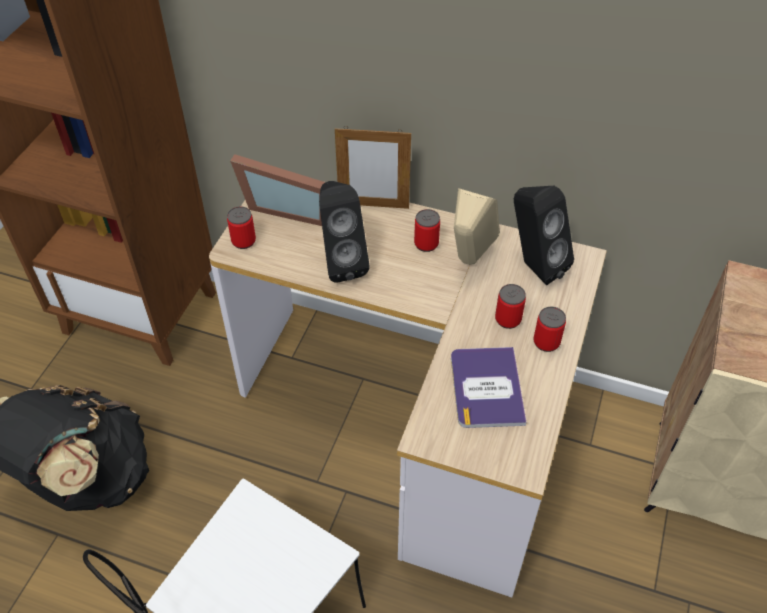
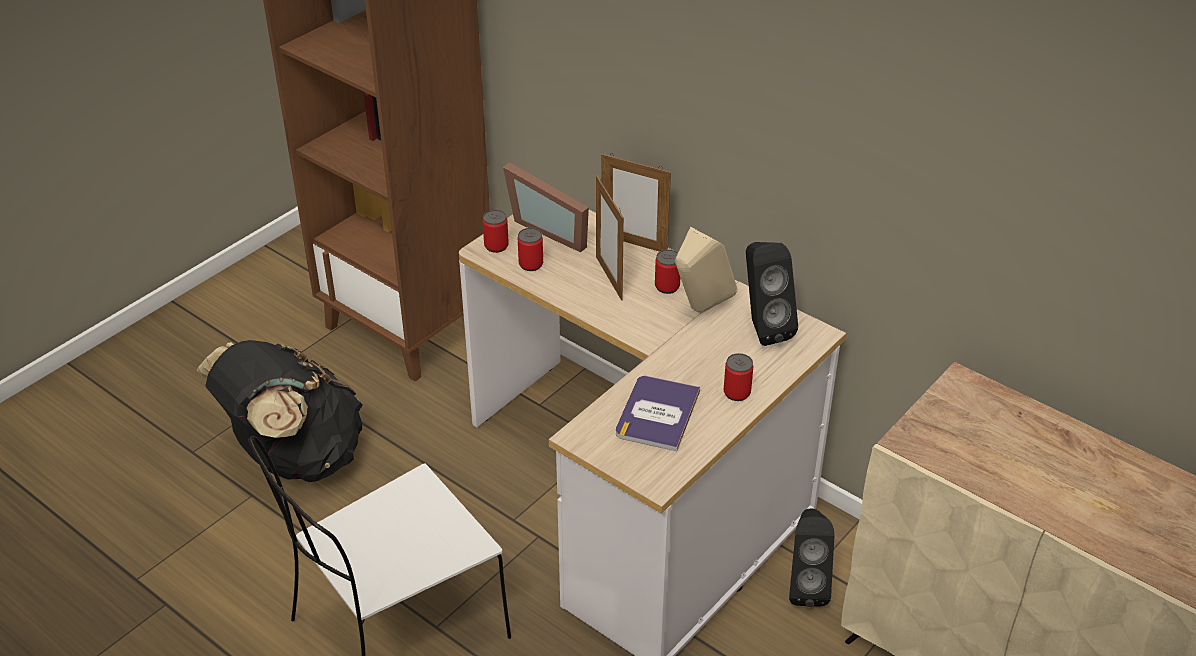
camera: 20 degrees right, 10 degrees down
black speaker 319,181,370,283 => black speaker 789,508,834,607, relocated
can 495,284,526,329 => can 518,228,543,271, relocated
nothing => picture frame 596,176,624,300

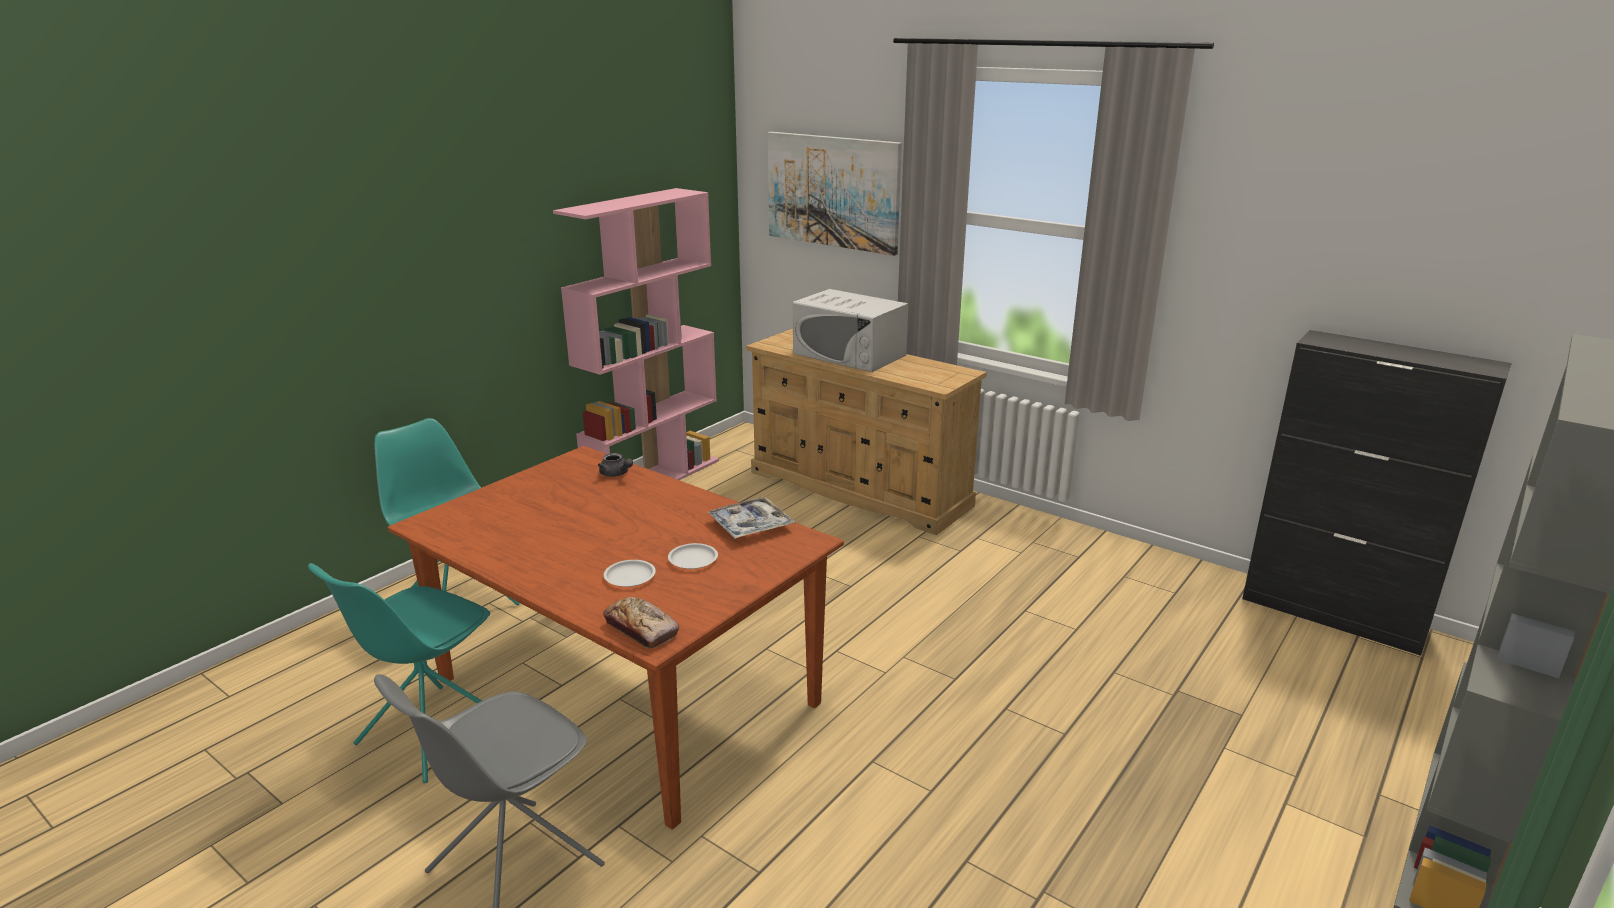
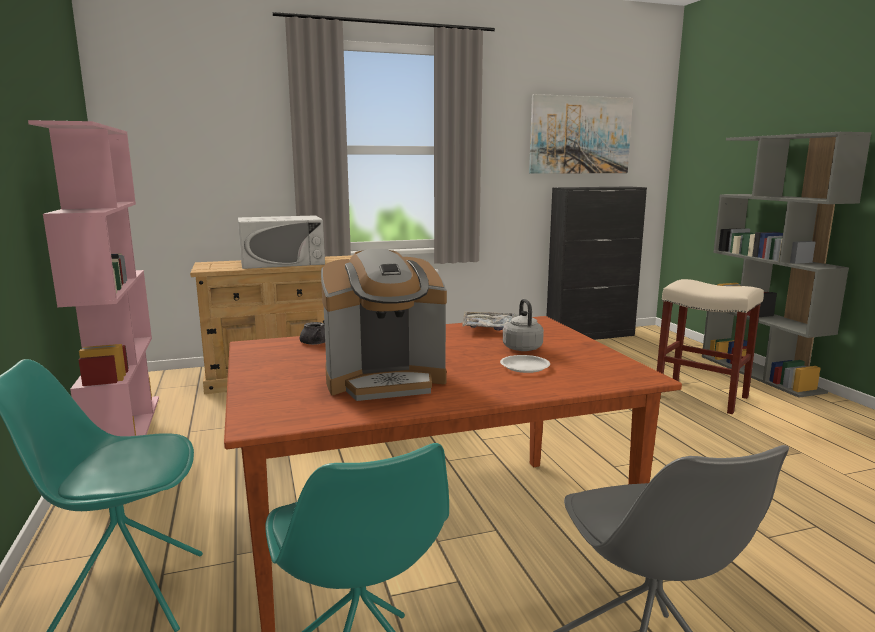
camera: 55 degrees left, 10 degrees down
picture 767,132,902,256 => picture 529,94,633,174, relocated
white plate 668,543,718,569 => grey kettle 503,299,544,351
bread 603,597,679,648 => nothing
nothing => coffee machine 321,248,447,401
nothing => beige stool 657,279,764,414

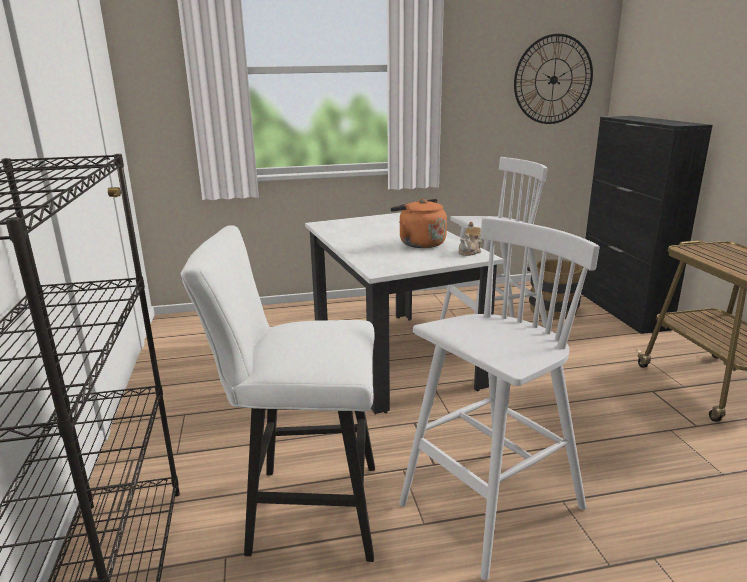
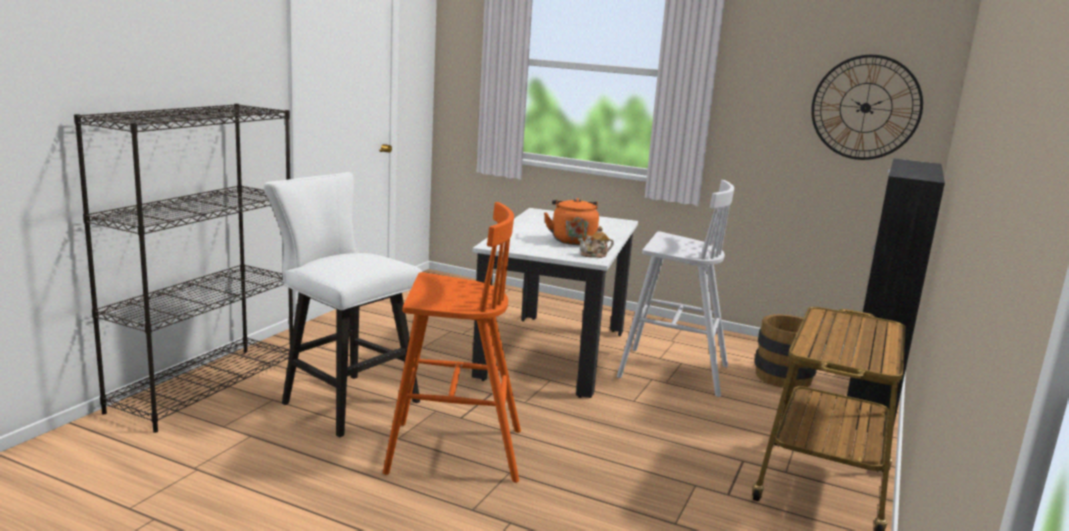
camera: 35 degrees right, 5 degrees down
white stool 399,217,600,580 => orange stool 383,202,521,483

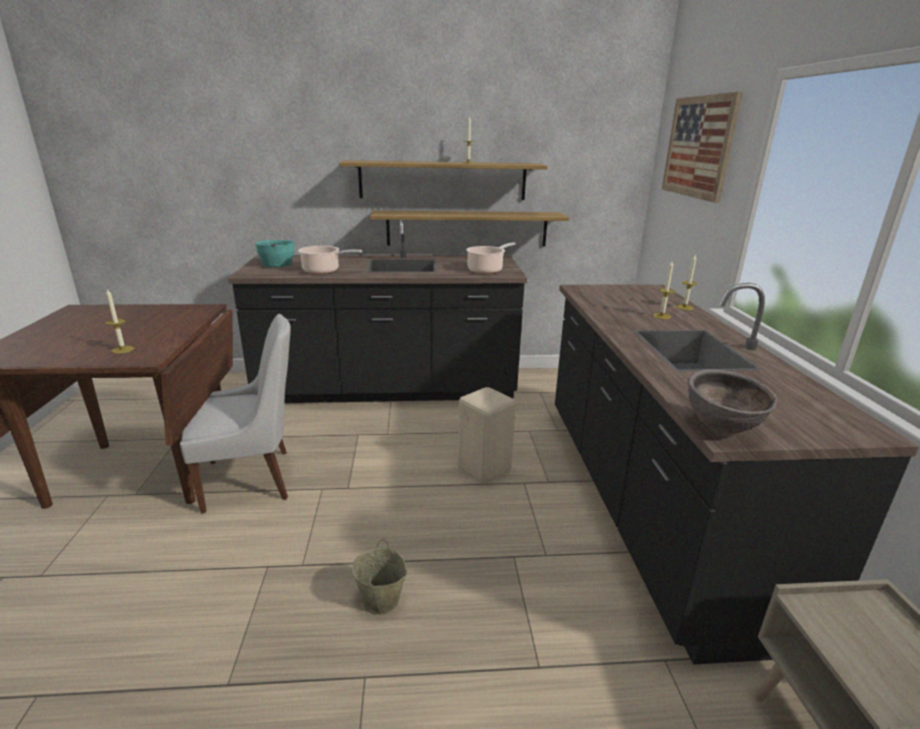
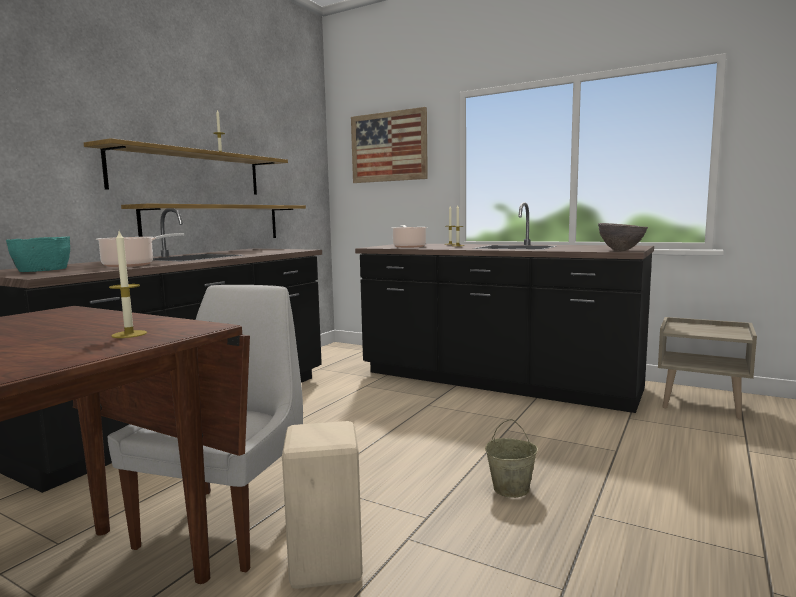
camera: 55 degrees left, 15 degrees down
cooking pot 466,242,515,274 => cooking pot 393,225,427,248, relocated
beige stool 458,387,516,484 => beige stool 282,421,363,589, relocated

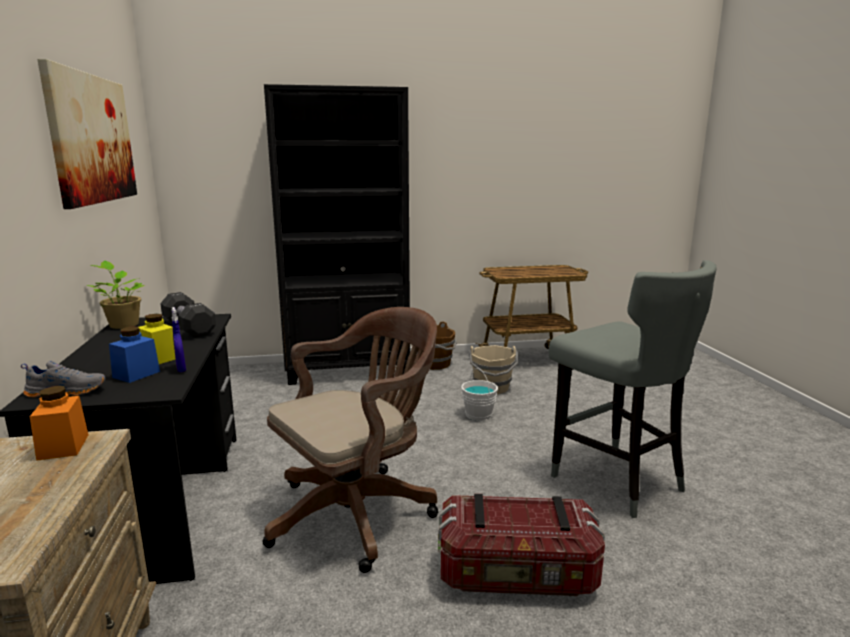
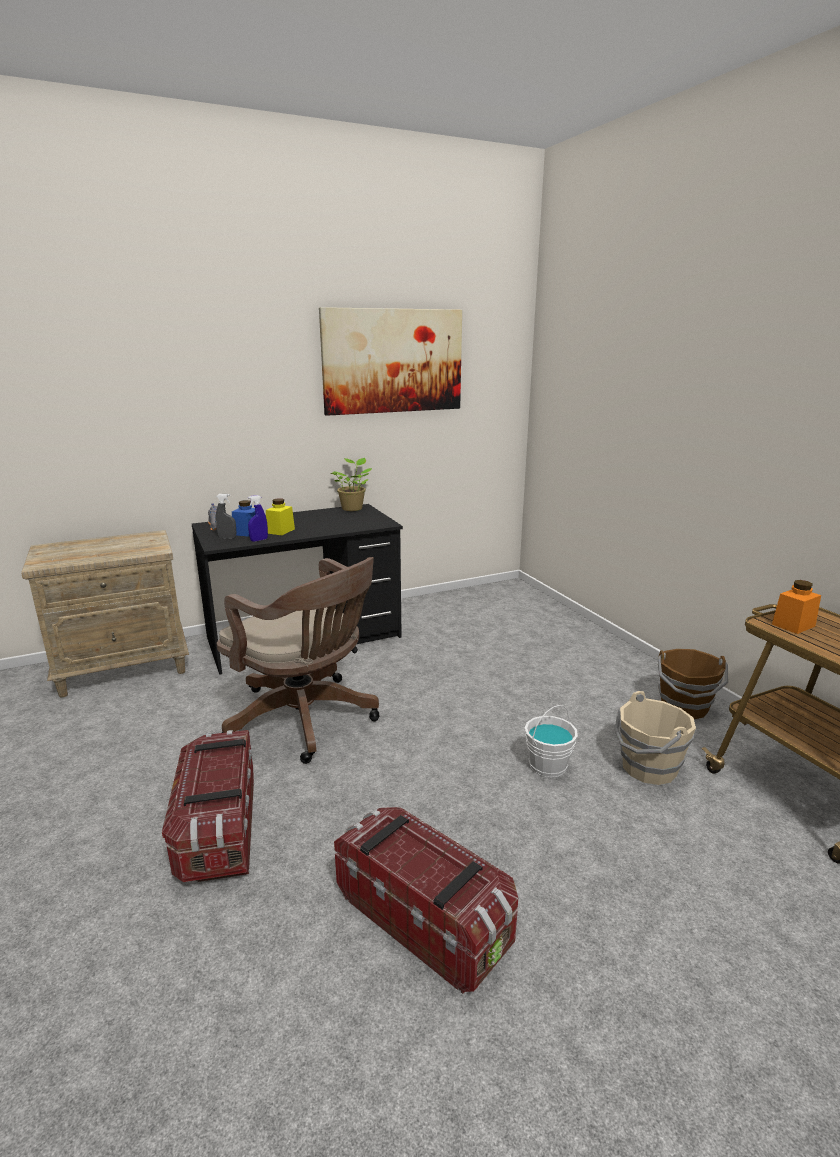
camera: 75 degrees right, 5 degrees up
black bookcase 264,84,410,385 => nothing
grey stool 549,260,717,518 => storage box 334,807,518,994
black dumbbell 160,292,216,338 => nothing
orange jar 30,386,89,461 => orange jar 772,580,821,634, relocated
nothing => grey spray bottle 215,494,236,539

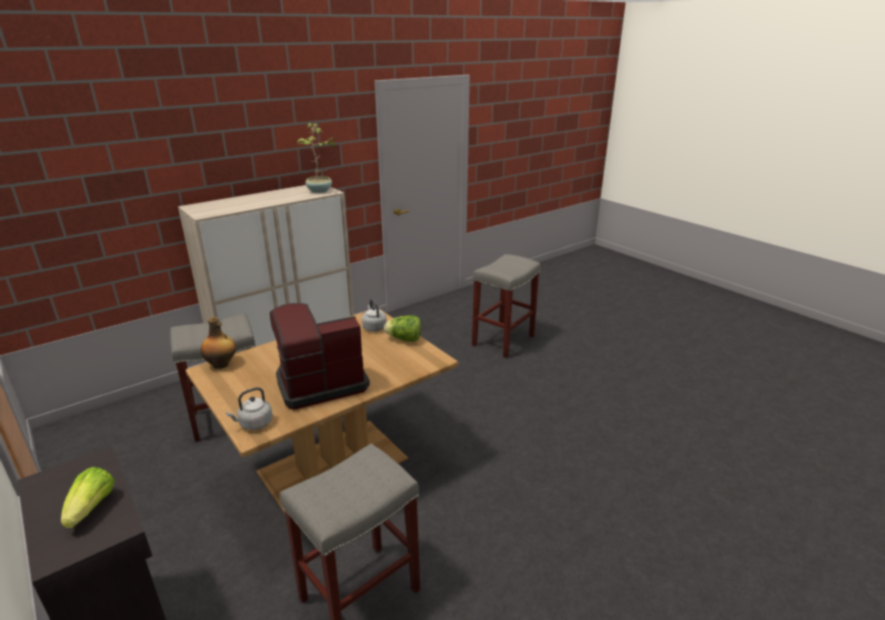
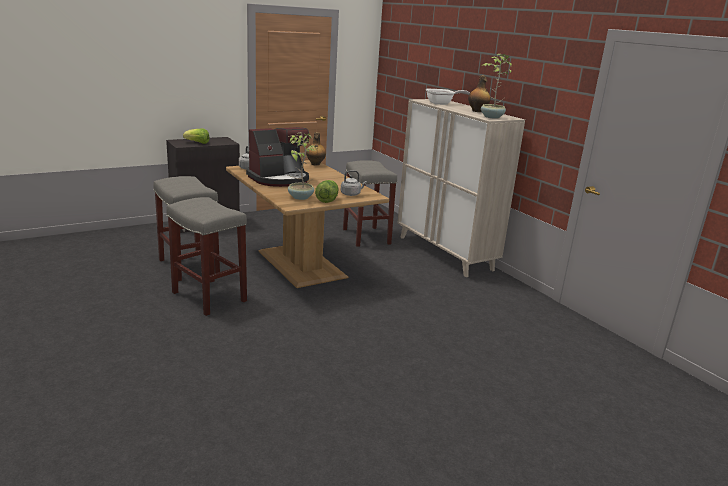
camera: 95 degrees right, 5 degrees down
grey stool 472,254,541,358 => grey stool 166,197,247,316, relocated
coffee machine 270,303,370,410 => coffee machine 246,127,309,187, 75 degrees clockwise
nothing => bottle 468,76,491,112
nothing => frying pan 426,89,470,105
nothing => potted plant 288,133,316,200

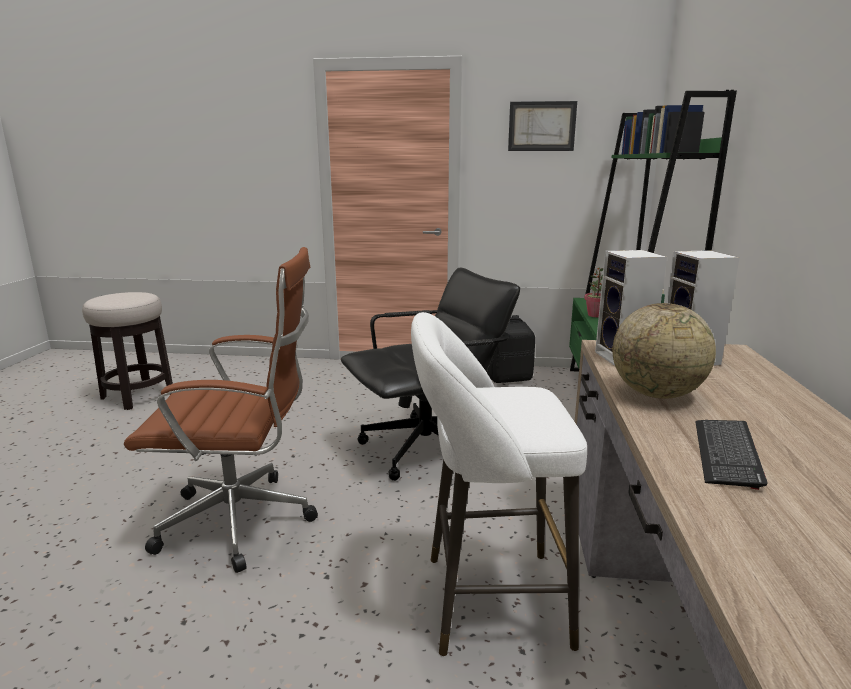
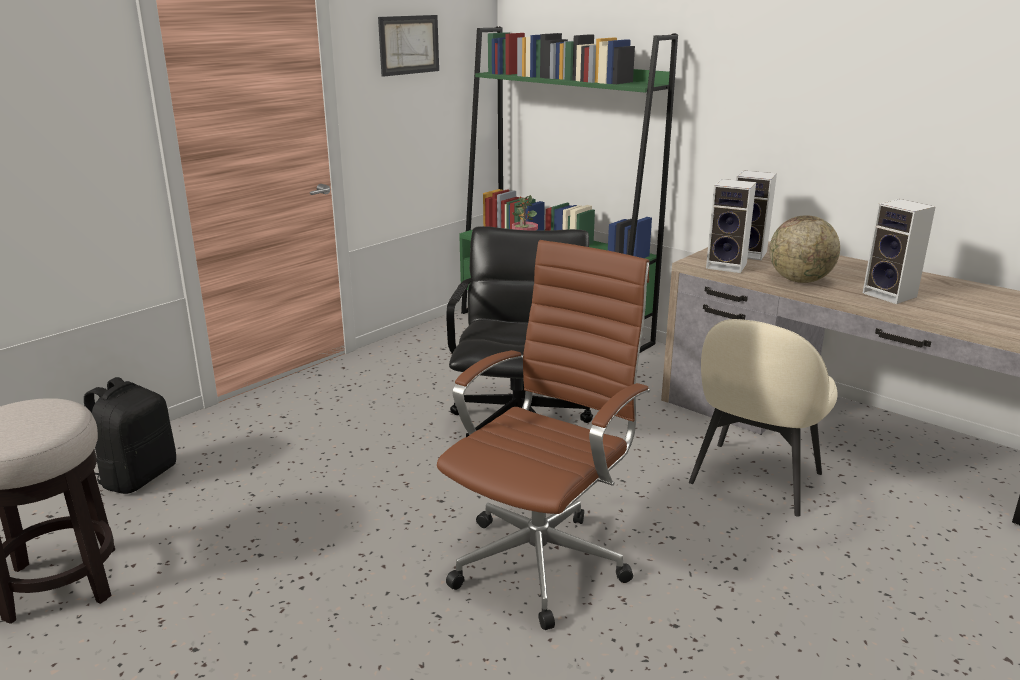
camera: 55 degrees left, 5 degrees up
white stool 411,312,587,656 => beige chair 689,319,838,517
black backpack 487,315,535,383 => black backpack 84,377,176,494, relocated
keyboard 696,420,768,490 => speaker 863,199,936,304

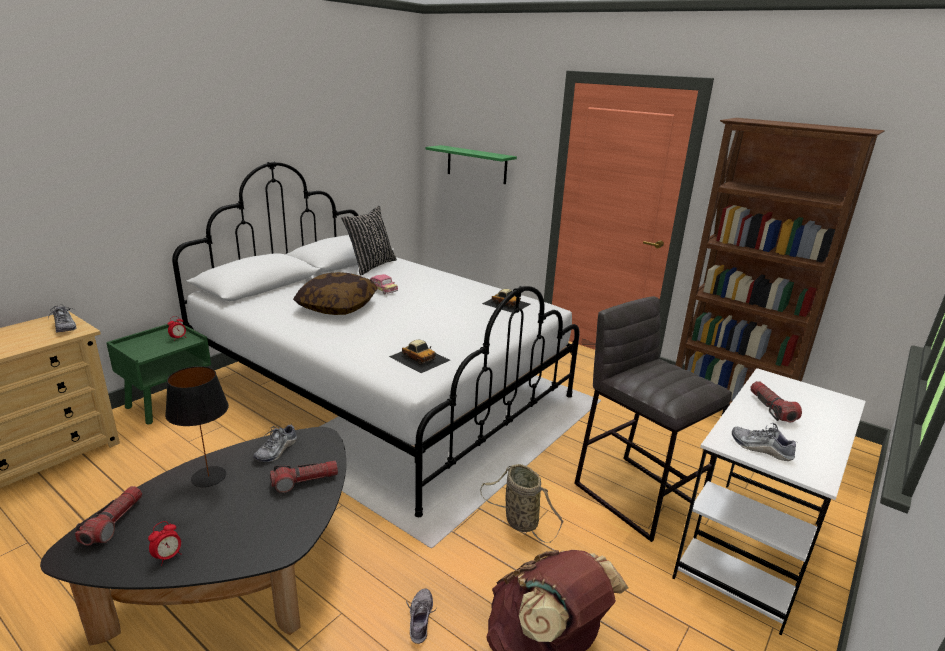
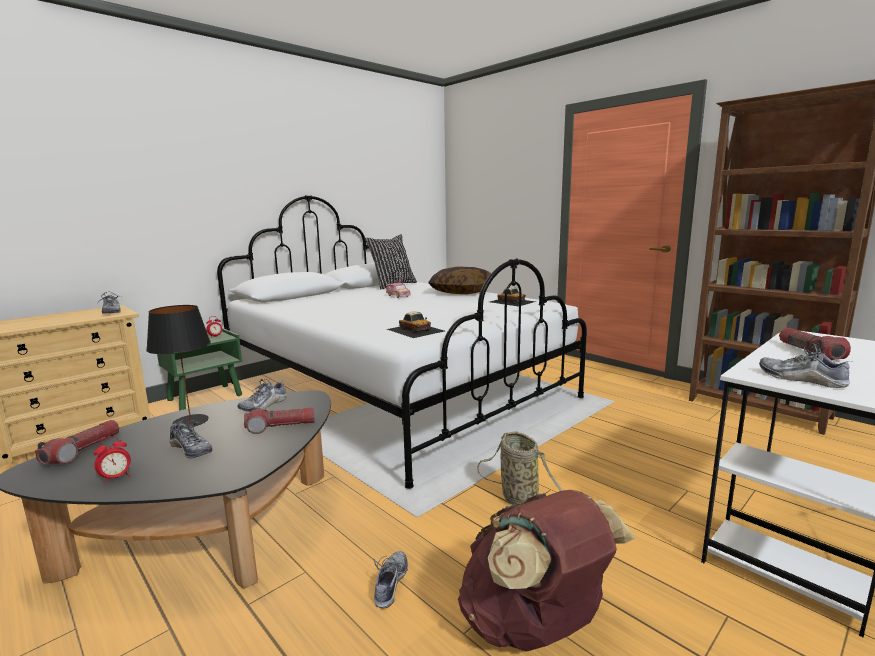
camera: 10 degrees right, 10 degrees down
green shelf 426,145,517,184 => nothing
pillow 293,272,377,315 => pillow 428,266,492,294, relocated
grey stool 574,296,732,542 => nothing
nothing => shoe 169,418,213,459

